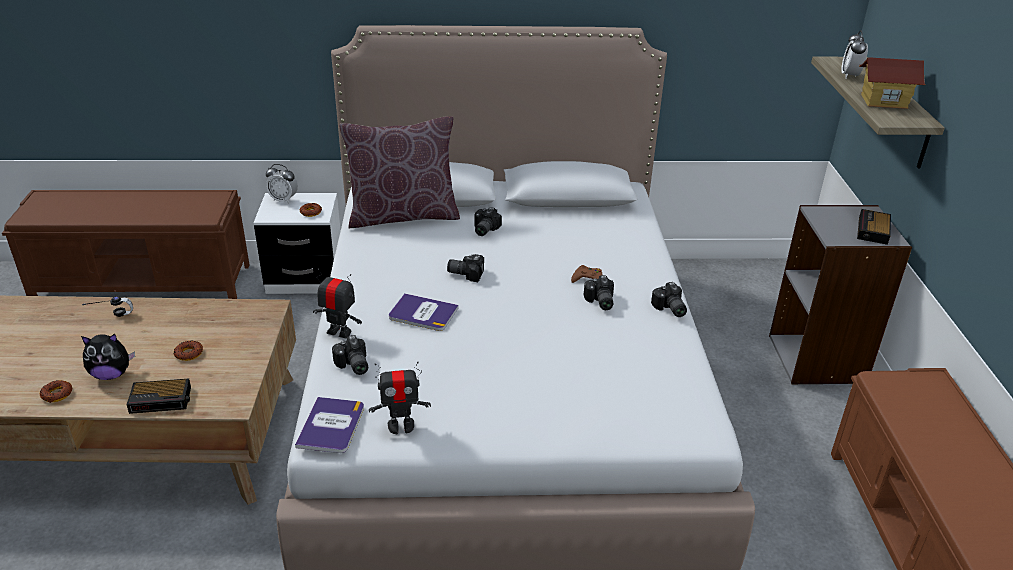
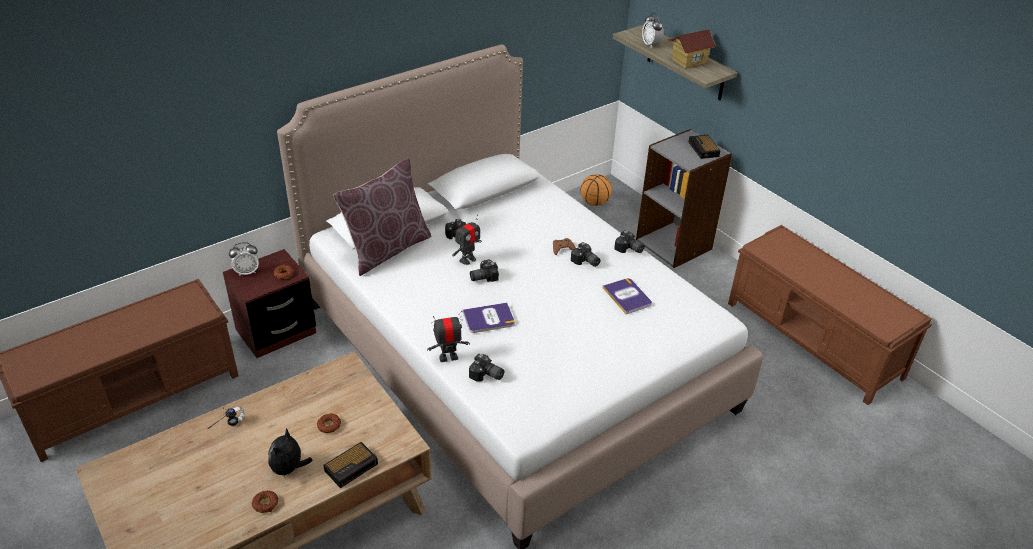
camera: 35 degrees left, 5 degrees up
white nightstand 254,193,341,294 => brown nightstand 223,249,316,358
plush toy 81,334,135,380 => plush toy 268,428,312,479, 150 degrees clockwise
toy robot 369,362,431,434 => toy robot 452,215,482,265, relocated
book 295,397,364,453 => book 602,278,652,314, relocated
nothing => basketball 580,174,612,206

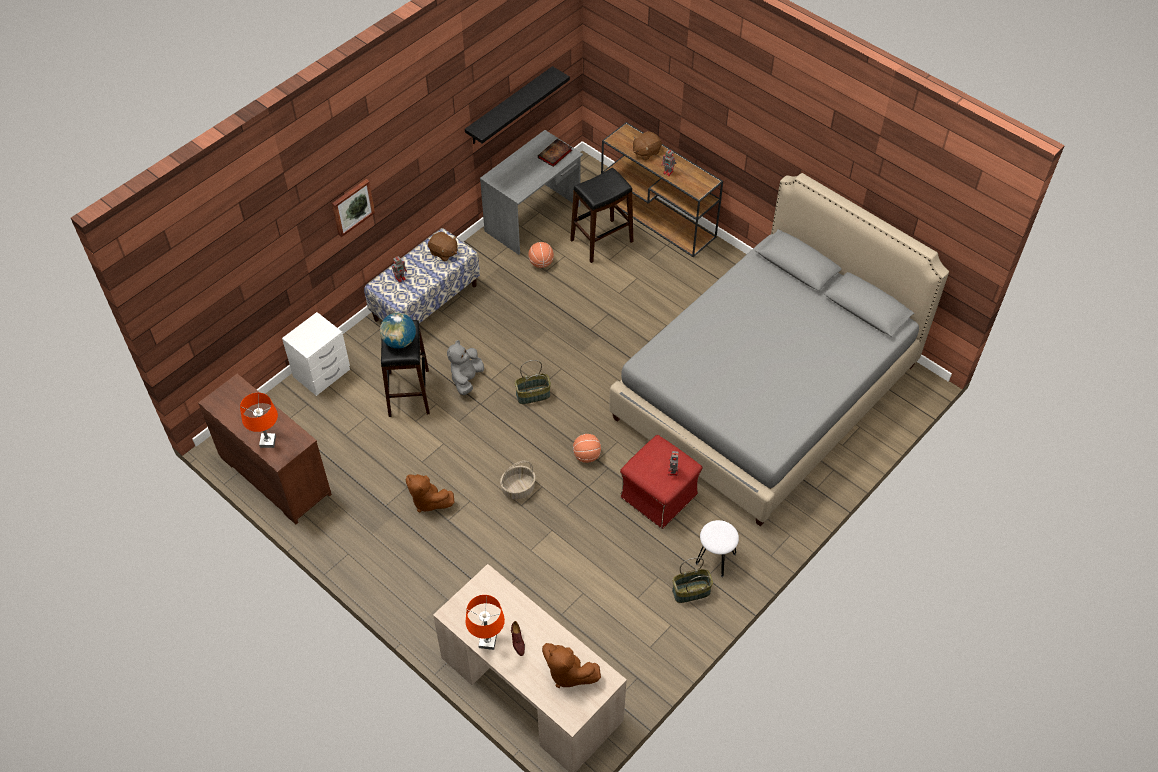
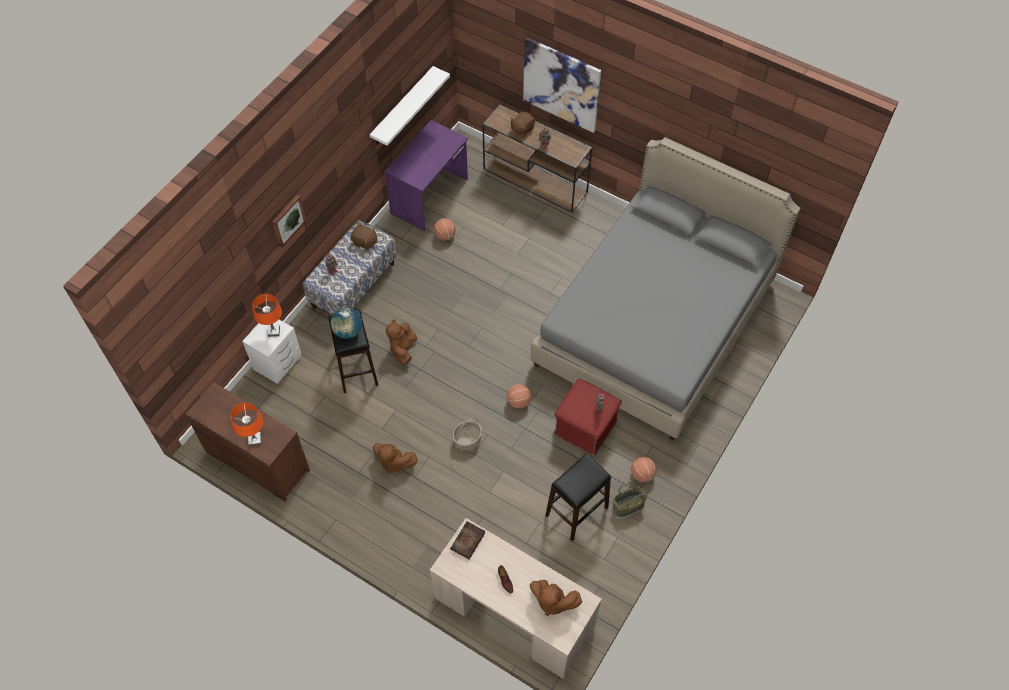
camera: 10 degrees left, 5 degrees up
black shelf 465,66,570,144 => white shelf 370,66,450,146
grey desk 480,130,583,255 => purple desk 384,120,468,231
book 538,139,572,167 => book 450,521,485,559, relocated
black stool 570,168,633,263 => black stool 545,453,611,541, relocated
grey plush toy 447,340,484,395 => brown plush toy 386,319,417,365
basket 514,360,551,404 => nothing
white stool 696,520,739,577 => basketball 631,457,657,482
orange table lamp 466,595,505,650 => orange table lamp 252,294,282,337, relocated
nothing => picture 523,37,601,133

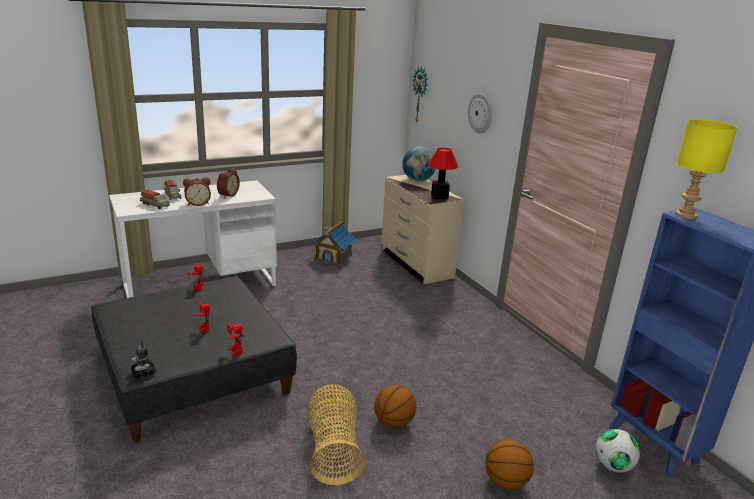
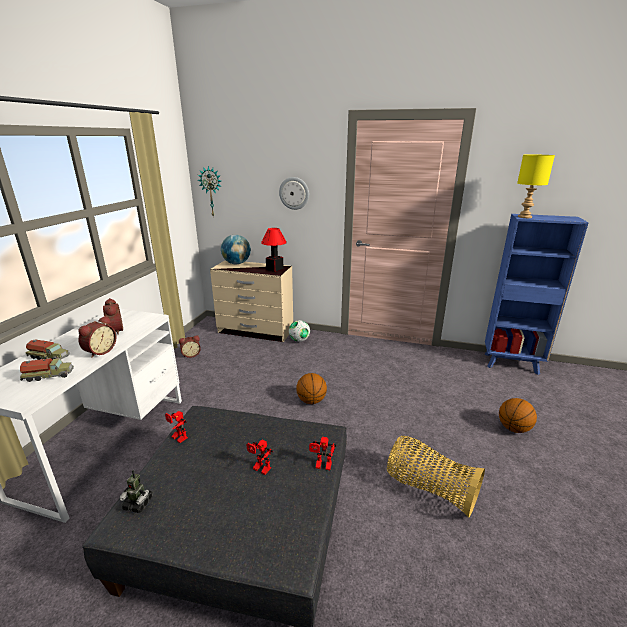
camera: 45 degrees left, 0 degrees up
toy house 312,221,356,265 => alarm clock 179,336,201,358
toy robot 131,341,156,378 => toy robot 119,470,152,513, relocated
basketball 374,385,416,428 => basketball 296,373,327,404, relocated
football 596,429,640,473 => football 289,320,310,342, relocated

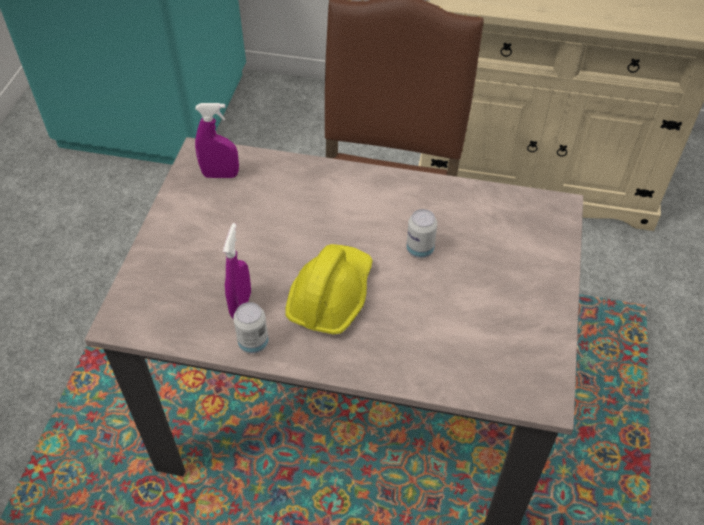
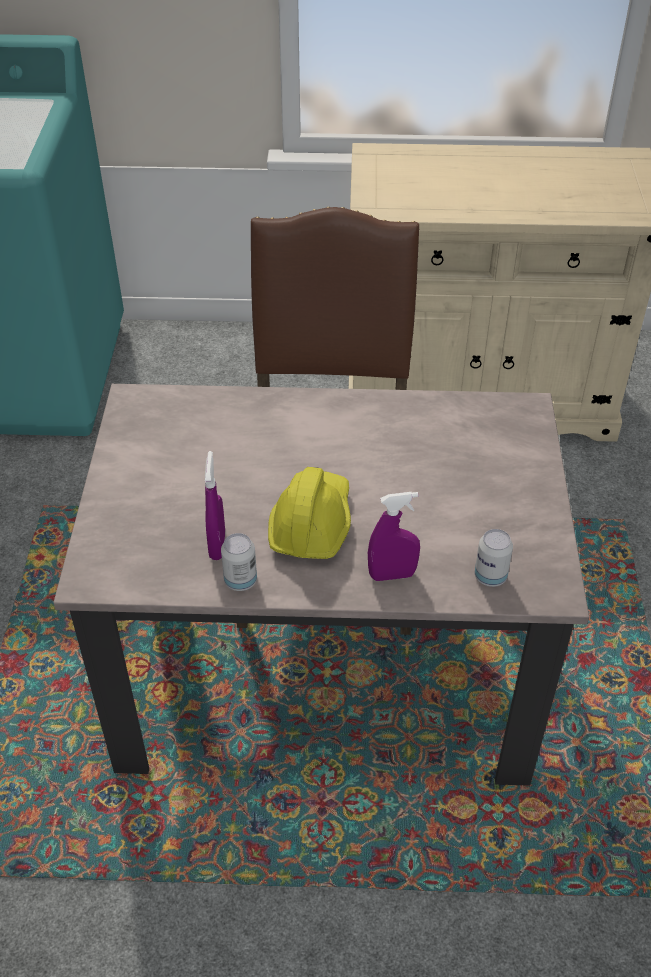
camera: 10 degrees left, 5 degrees down
purple spray bottle 195,103,239,178 => purple spray bottle 368,492,420,581, relocated
can 406,209,437,258 => can 475,529,513,587, relocated

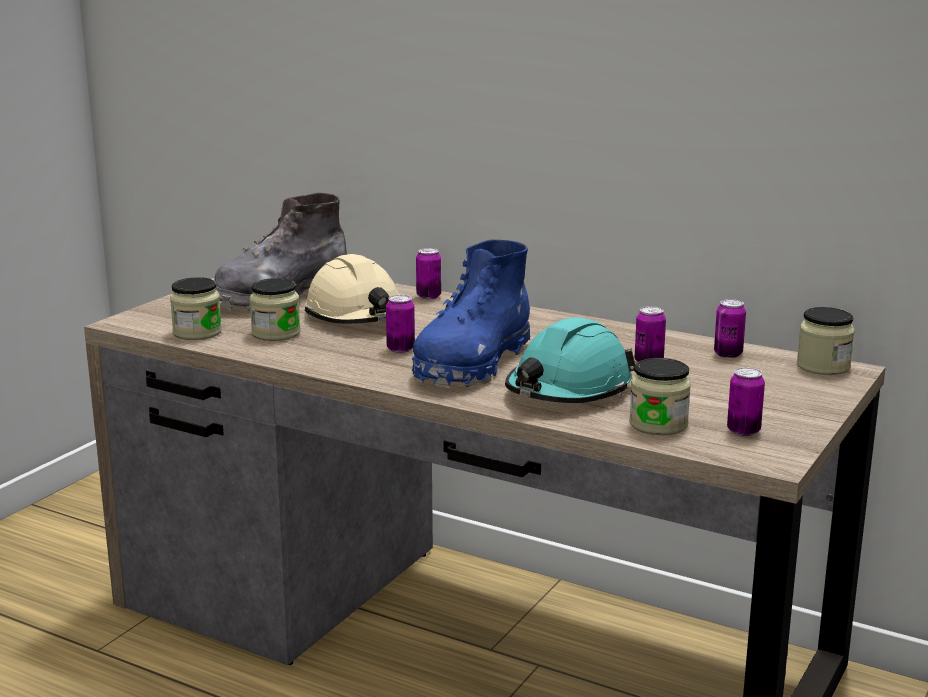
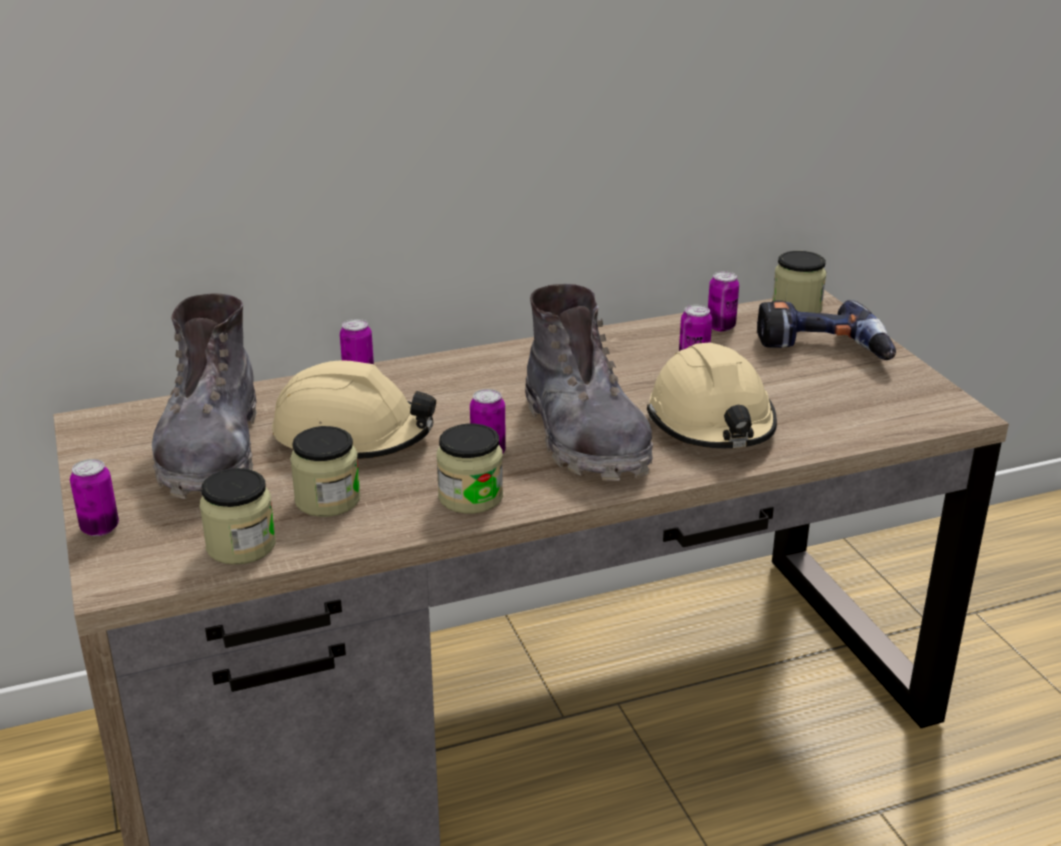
camera: 50 degrees left, 10 degrees up
blue boot 412,240,530,388 => grey boot 525,284,653,481
turquoise hard hat 505,317,635,403 => beige hard hat 647,343,777,448
jar 629,358,691,435 => jar 436,424,503,514, relocated
can 727,367,765,436 => can 70,459,119,536, relocated
nothing => power drill 757,300,896,360

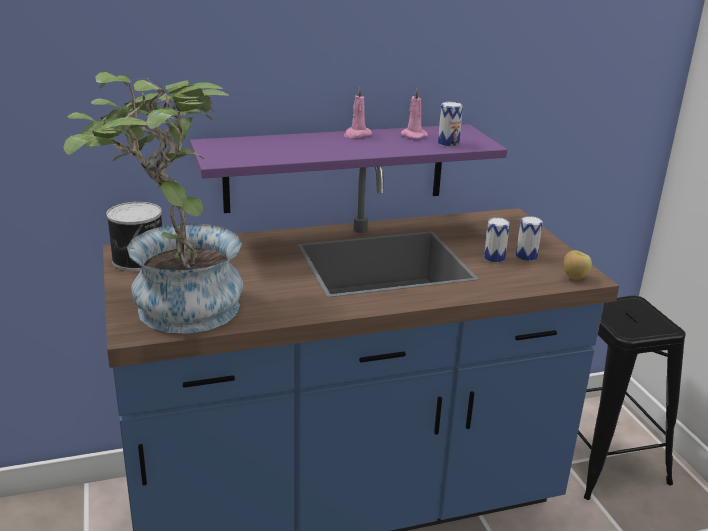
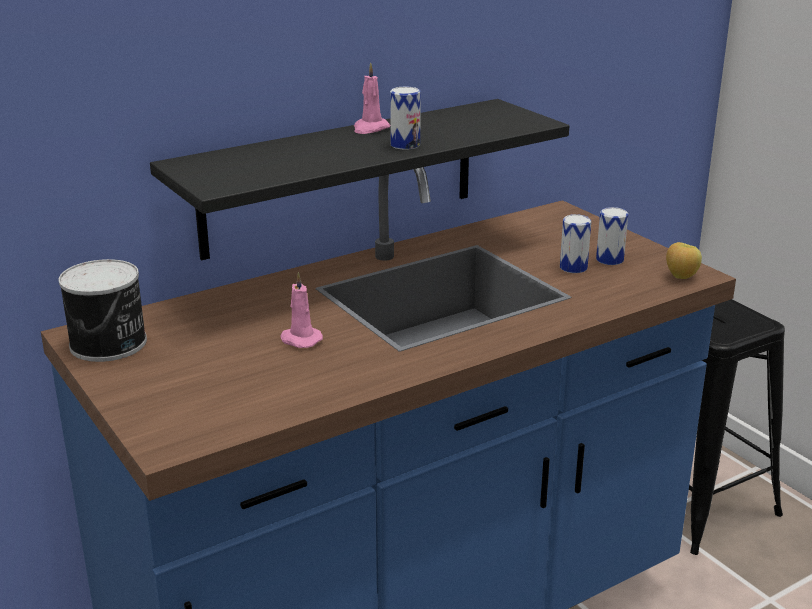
camera: 15 degrees left, 0 degrees up
potted plant 63,72,243,334 => nothing
pink candle 401,88,428,139 => pink candle 280,272,323,348, relocated
can 438,102,463,147 => can 390,87,421,150, relocated
purple shelf 190,124,507,213 => black shelf 150,99,569,260

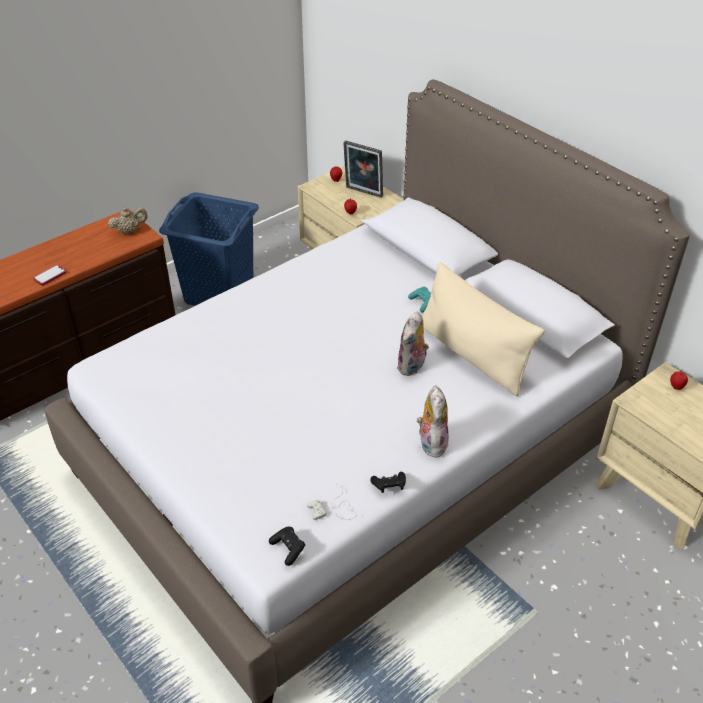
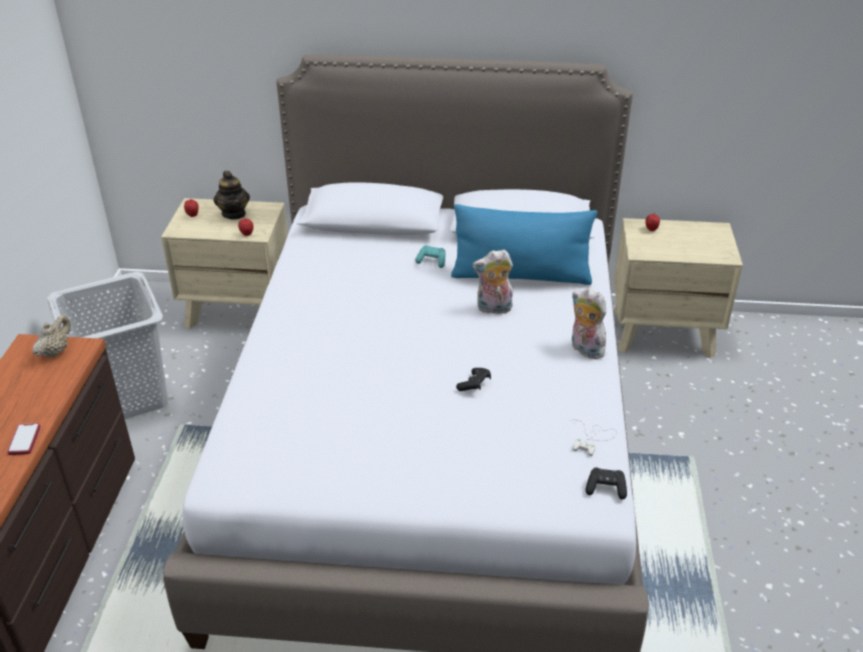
camera: 45 degrees left, 5 degrees down
picture frame 343,140,383,198 => teapot 213,171,250,219
blue laundry basket 159,192,259,306 => grey laundry basket 46,272,168,419
beige pillow 422,261,545,396 => blue pillow 451,204,597,285
plush toy 397,311,429,376 => plush toy 472,250,513,314, 105 degrees clockwise
black game controller 370,472,406,493 => black game controller 456,368,491,391, relocated

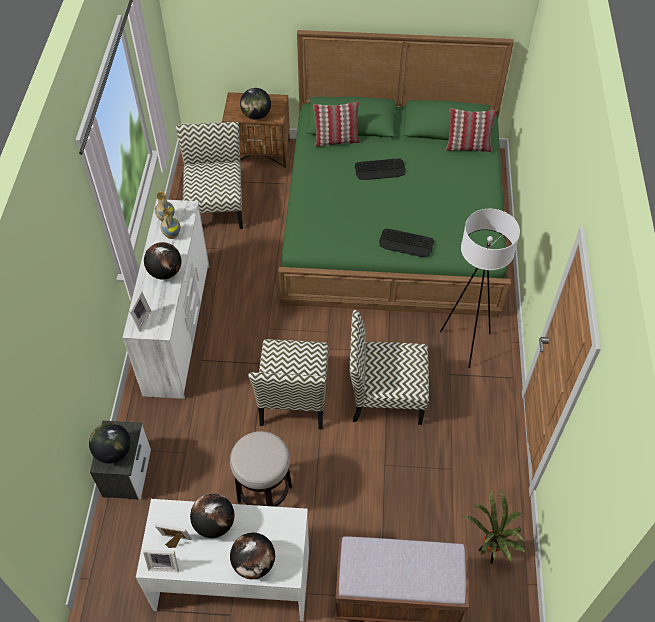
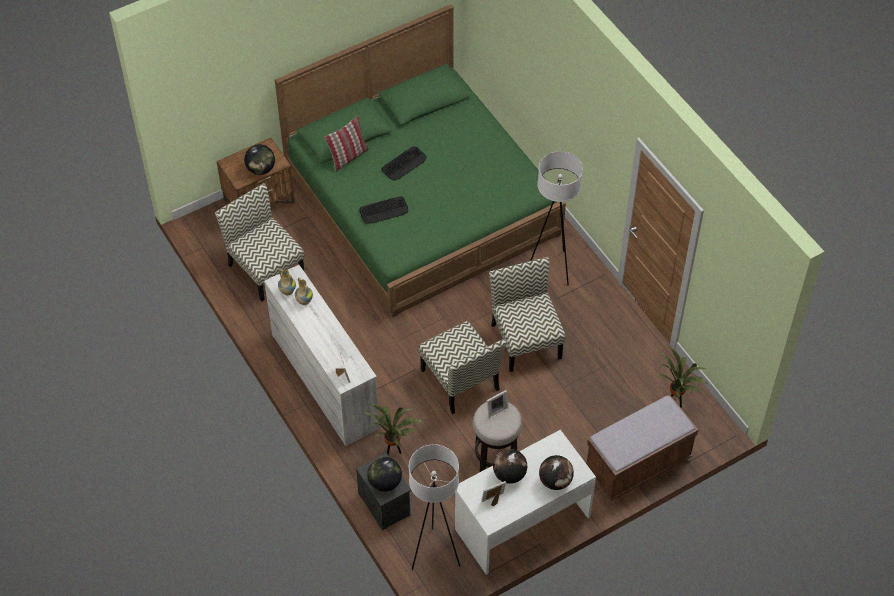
camera: 35 degrees left, 0 degrees up
pillow 445,108,496,152 => nothing
keyboard 379,228,434,257 => keyboard 359,196,408,223, relocated
globe 144,242,182,280 => nothing
chair 350,310,429,425 => chair 489,257,566,372, 105 degrees clockwise
picture frame 143,550,179,572 => picture frame 487,390,508,419, relocated
nothing => potted plant 363,404,424,455
nothing => white floor lamp 409,444,460,570

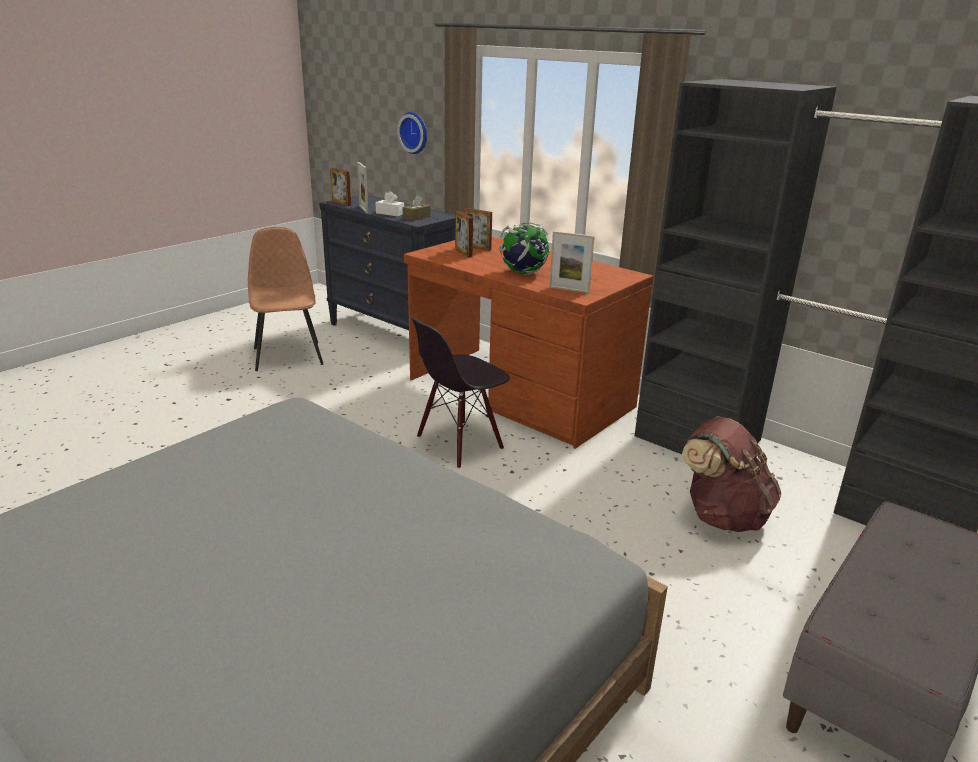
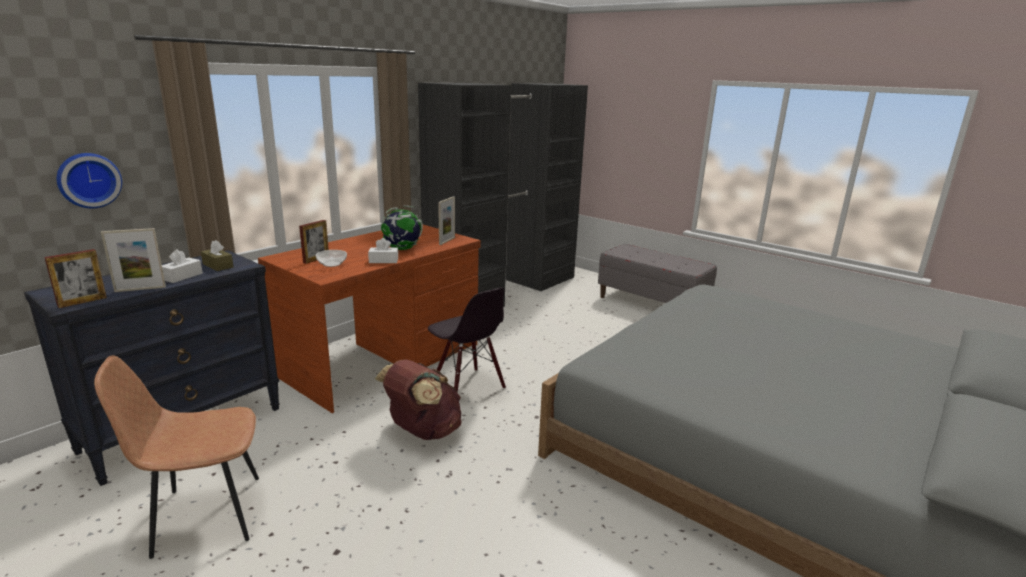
camera: 90 degrees left, 5 degrees down
picture frame 455,211,473,258 => bowl 316,250,347,267
brown backpack 682,417,781,532 => brown backpack 375,359,462,440, relocated
nothing => white tissue box 368,238,398,263

